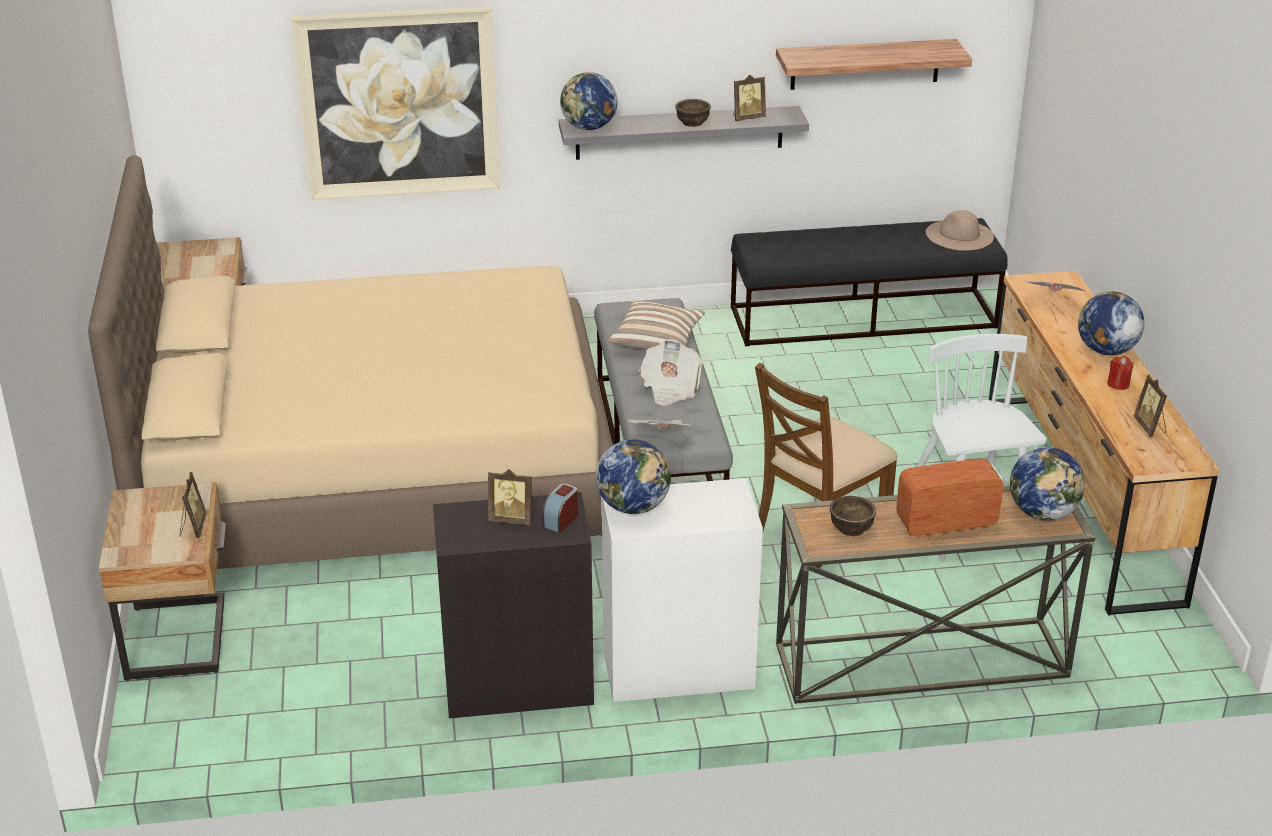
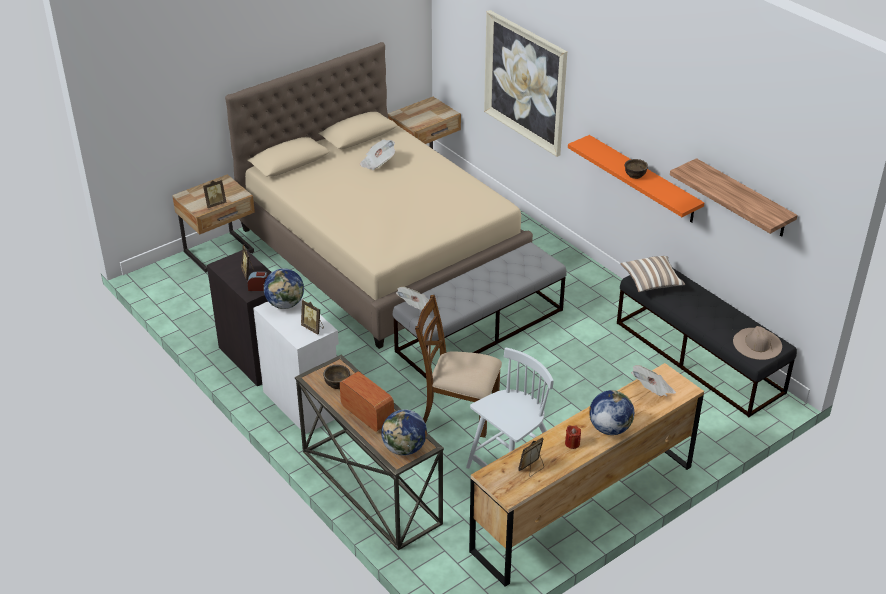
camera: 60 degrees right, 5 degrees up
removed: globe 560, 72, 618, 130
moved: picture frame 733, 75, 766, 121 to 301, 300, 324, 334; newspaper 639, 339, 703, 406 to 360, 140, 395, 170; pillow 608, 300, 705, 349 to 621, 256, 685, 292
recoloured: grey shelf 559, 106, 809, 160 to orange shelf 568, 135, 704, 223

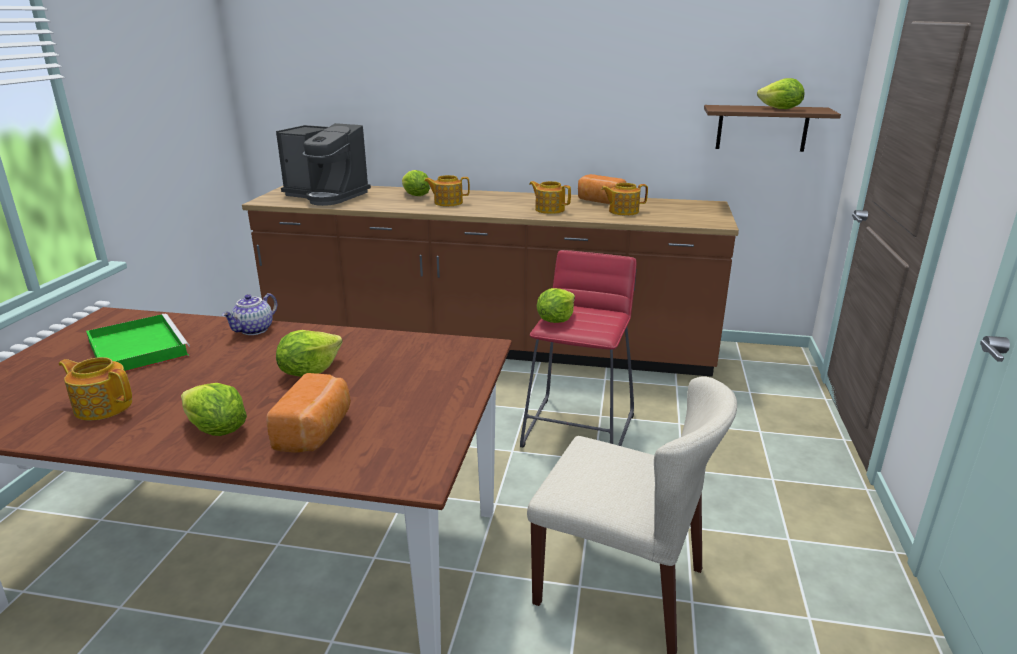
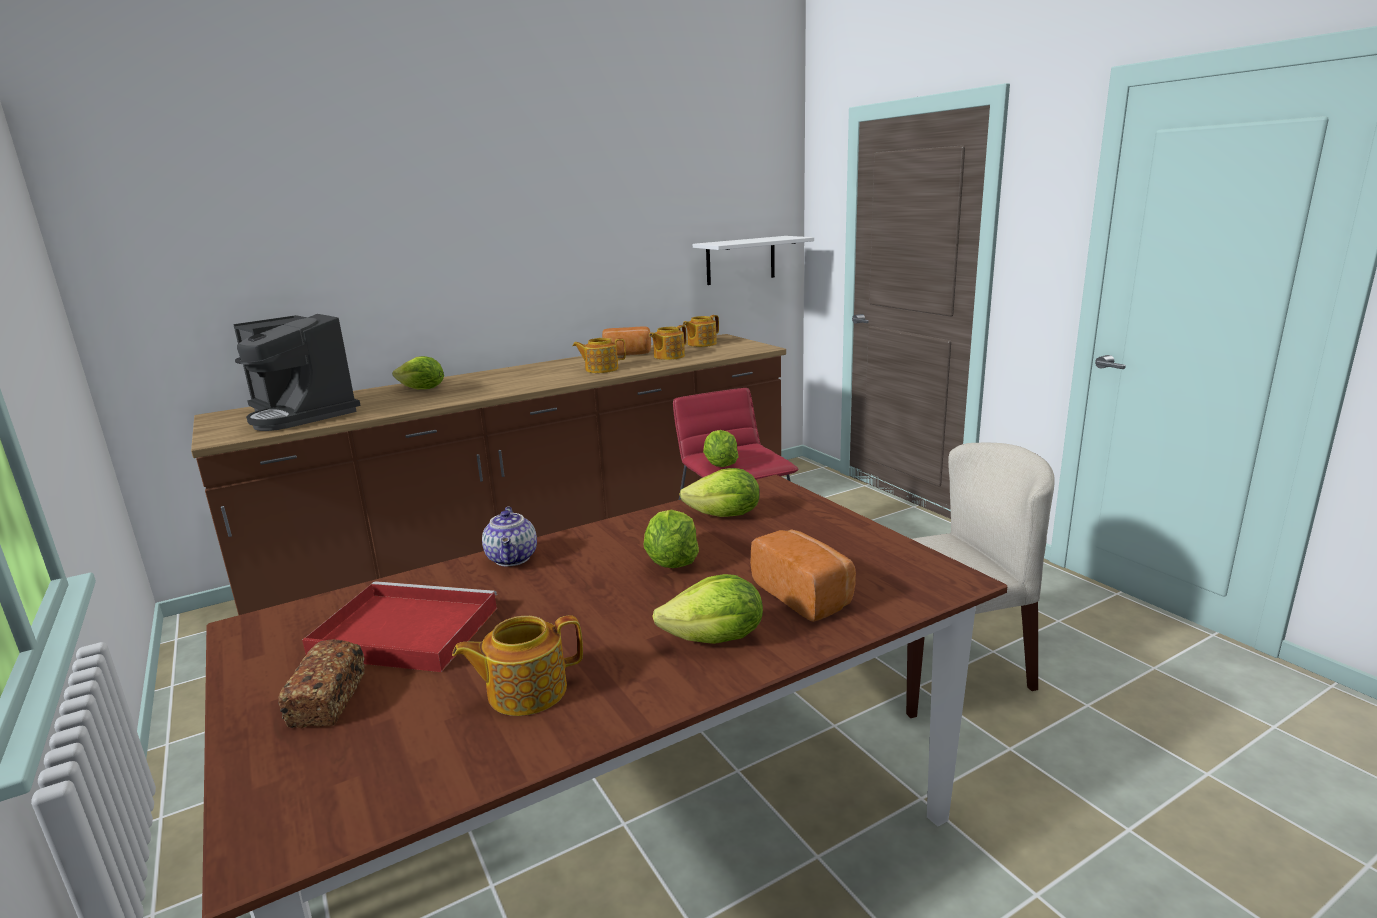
camera: 40 degrees left, 5 degrees down
added: bread 278, 639, 365, 728
moved: lettuce 757, 78, 804, 109 to 679, 468, 760, 517; teapot 424, 175, 470, 206 to 683, 315, 719, 347
recoloured: green tray 86, 314, 190, 372 to red tray 302, 581, 497, 672; brown shelf 704, 105, 841, 152 to white shelf 693, 236, 814, 285
turned: coffee machine 276, 123, 371, 206 = 233, 314, 361, 431 60 degrees clockwise

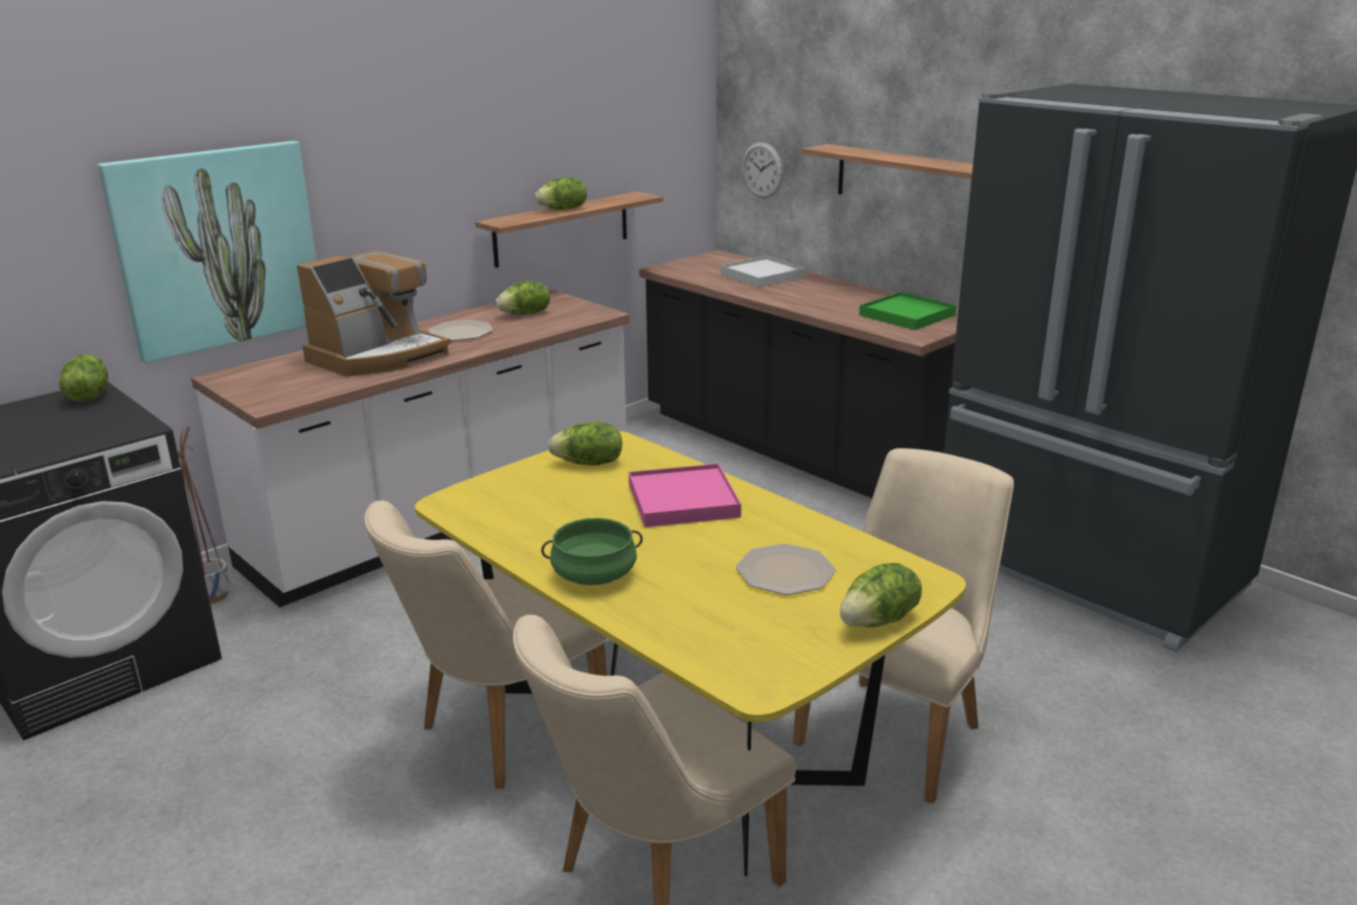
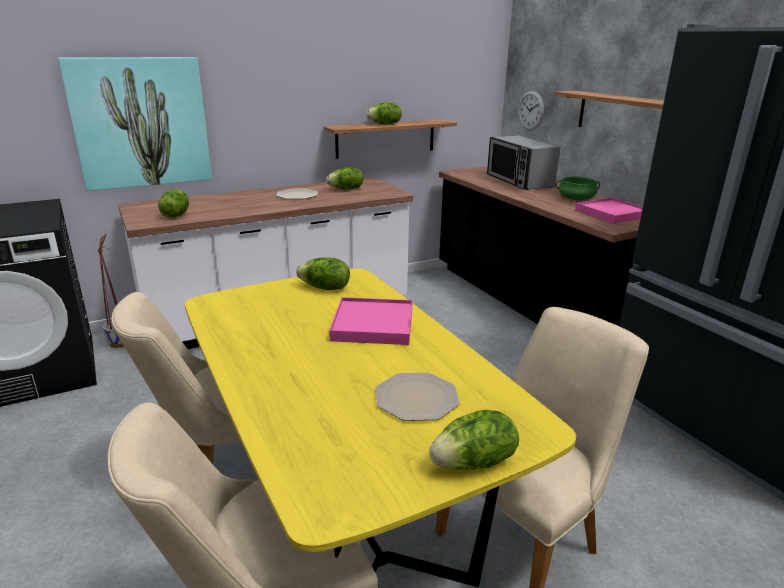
camera: 15 degrees right, 0 degrees up
removed: coffee machine 297, 250, 451, 376
moved: lettuce 59, 355, 108, 402 to 158, 190, 189, 217; green cooking pot 541, 518, 643, 585 to 556, 177, 600, 200
replaced: white tray 721, 256, 806, 287 to microwave 487, 135, 560, 190
recoloured: green tray 859, 292, 957, 330 to pink tray 575, 197, 643, 224

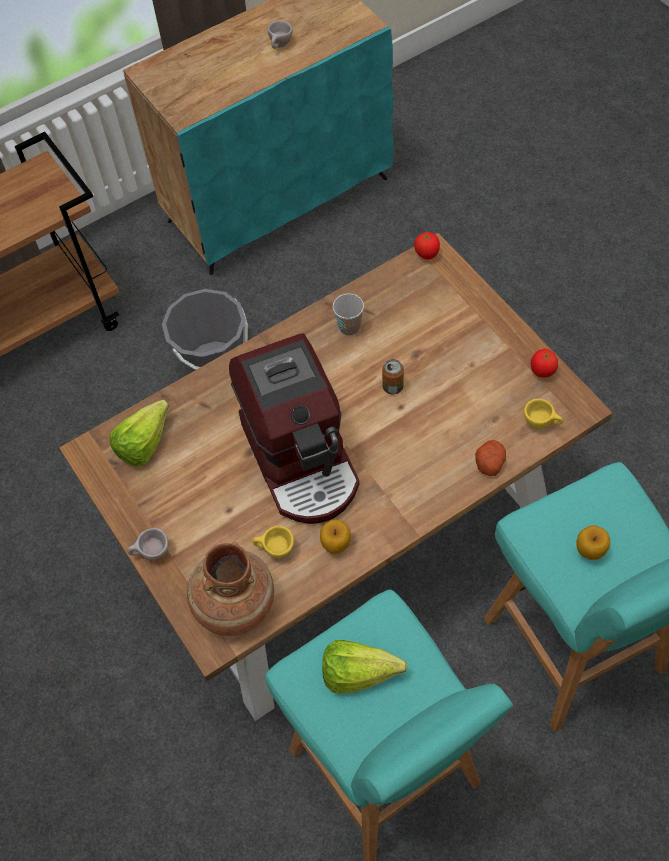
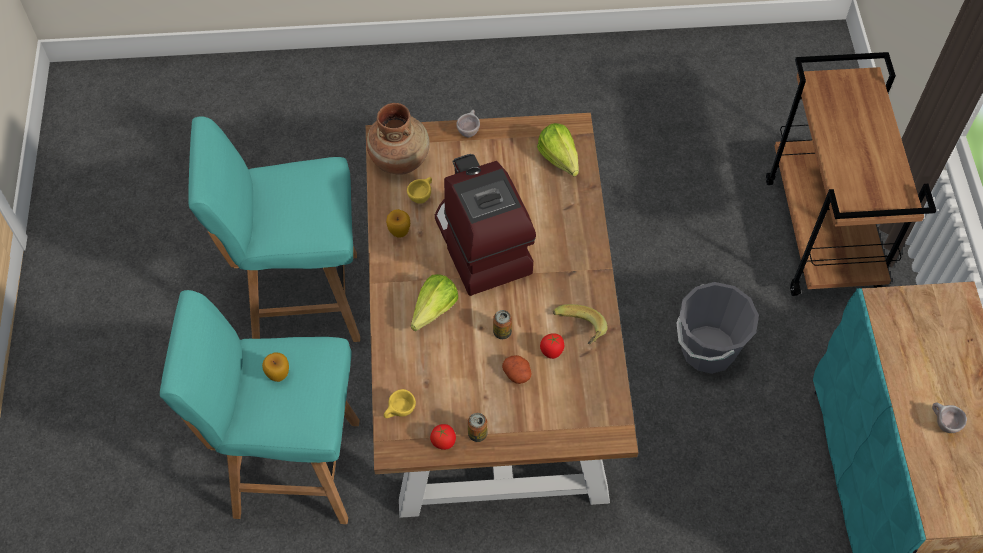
camera: 115 degrees right, 0 degrees up
added: can 467, 413, 488, 442
moved: lettuce 322, 640, 407, 694 to 411, 274, 458, 331; potato 475, 440, 506, 476 to 502, 355, 532, 384; tomato 414, 231, 440, 260 to 540, 333, 564, 359
replaced: cup 333, 293, 364, 336 to banana 553, 304, 608, 344
turned: coffee machine 229, 333, 359, 524 = 435, 154, 536, 296 60 degrees clockwise

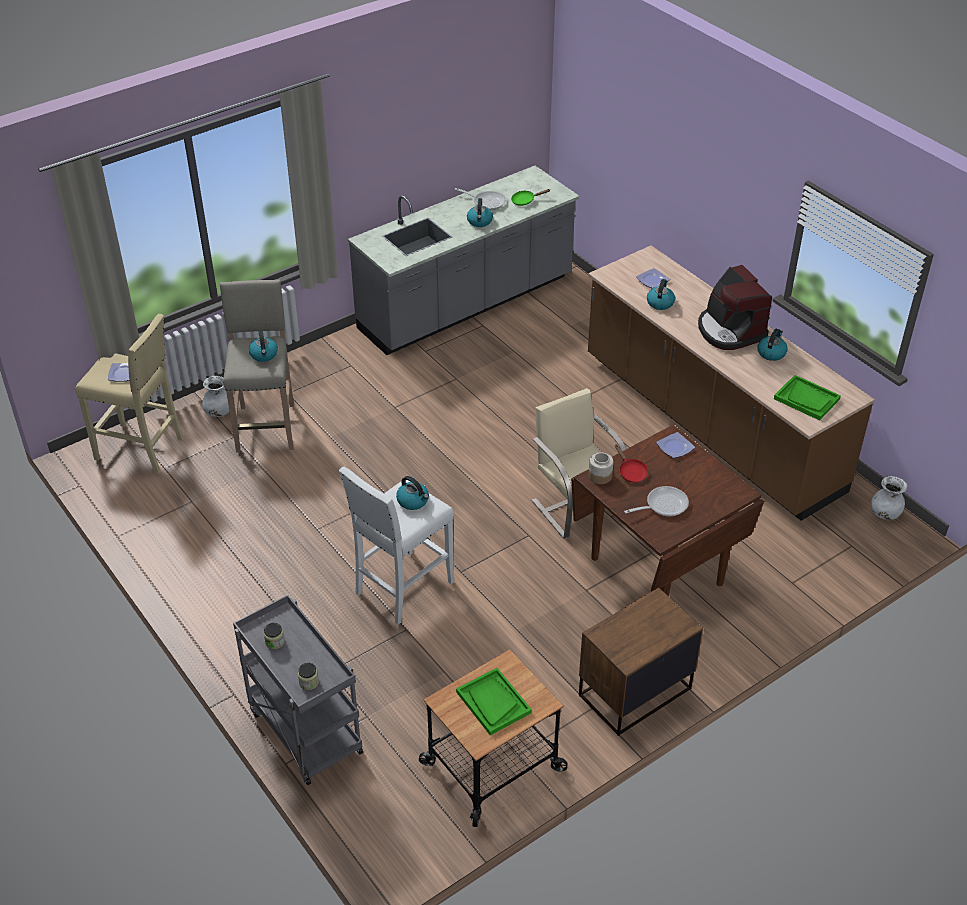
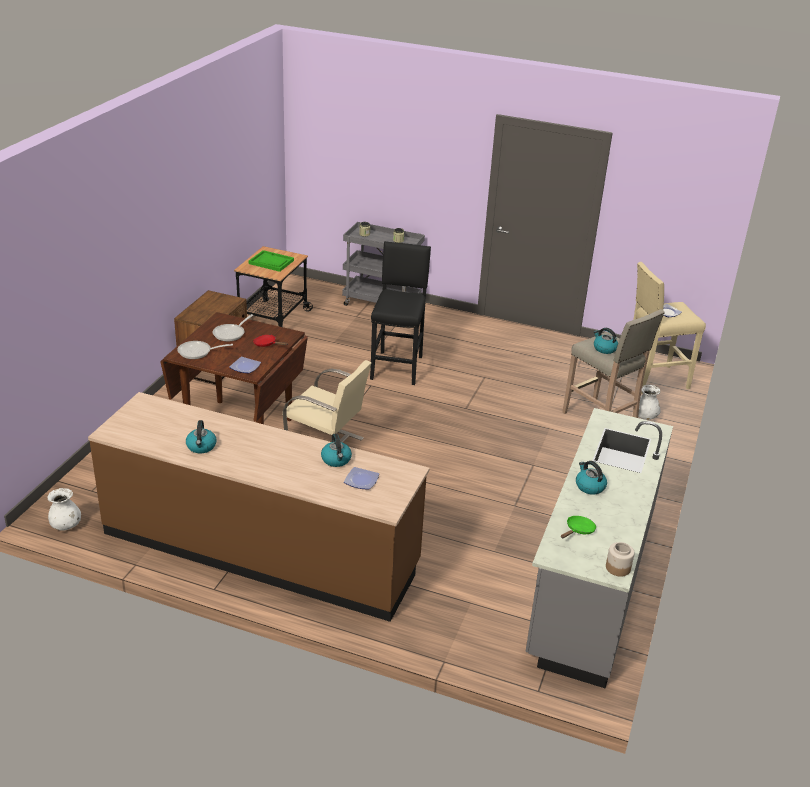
camera: 145 degrees right, 10 degrees down
removed: kettle 396, 476, 429, 510; coffee machine 698, 265, 772, 350; green tray 774, 375, 841, 420
moved: frying pan 455, 188, 506, 210 to 177, 341, 233, 359; jar 589, 452, 613, 484 to 606, 542, 635, 577
recoloured: white stool 339, 467, 454, 625 to black stool 370, 241, 431, 385

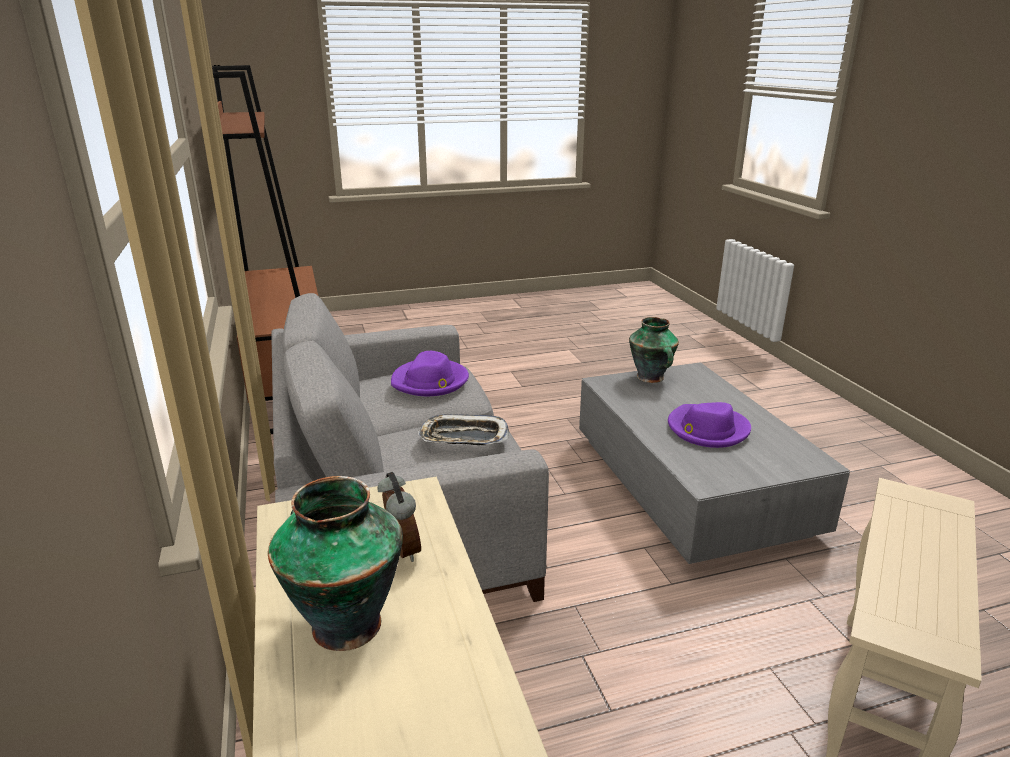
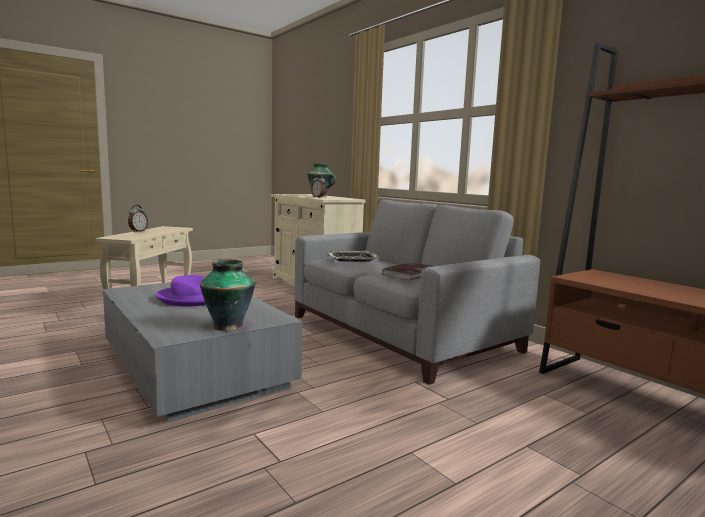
camera: 160 degrees right, 15 degrees down
added: alarm clock 128, 205, 148, 232
replaced: purple hat 391, 351, 469, 396 to book 382, 262, 433, 281

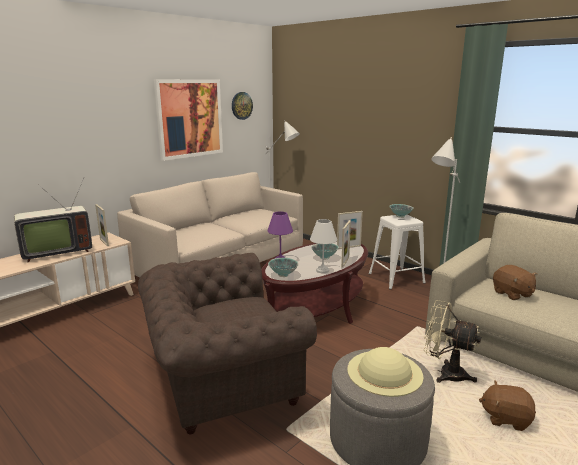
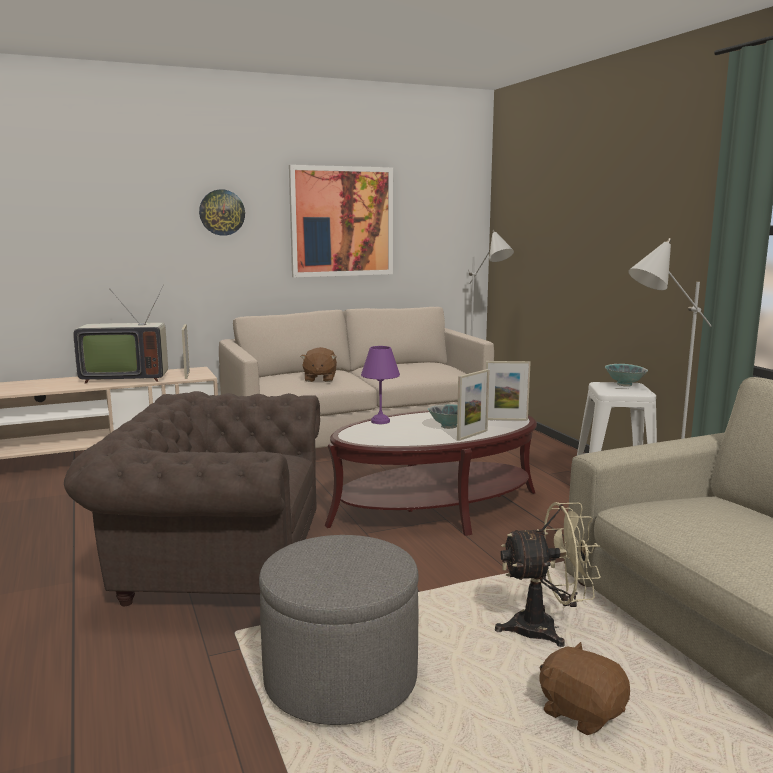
camera: 25 degrees right, 5 degrees down
removed: bowl 268, 258, 299, 277; white table lamp 310, 219, 337, 273; beige hat 347, 347, 424, 397
moved: wall clock 232, 92, 253, 120 to 199, 189, 245, 236; brown plush toy 493, 265, 538, 300 to 300, 347, 337, 382
turned: beige fan 424, 300, 481, 383 = 495, 502, 601, 647 120 degrees clockwise

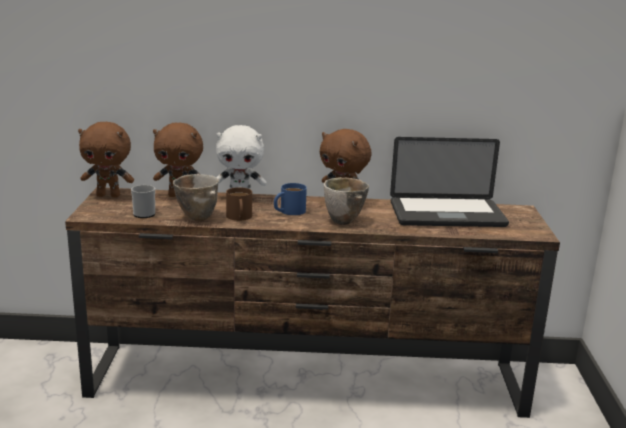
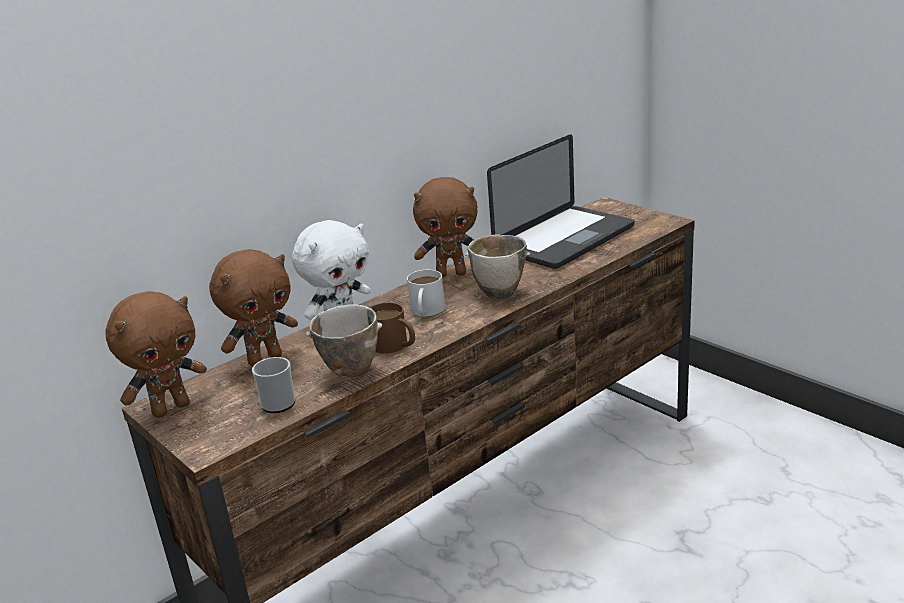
camera: 40 degrees left, 5 degrees up
recoloured: blue mug 274, 183, 307, 215 to white mug 407, 270, 445, 316

